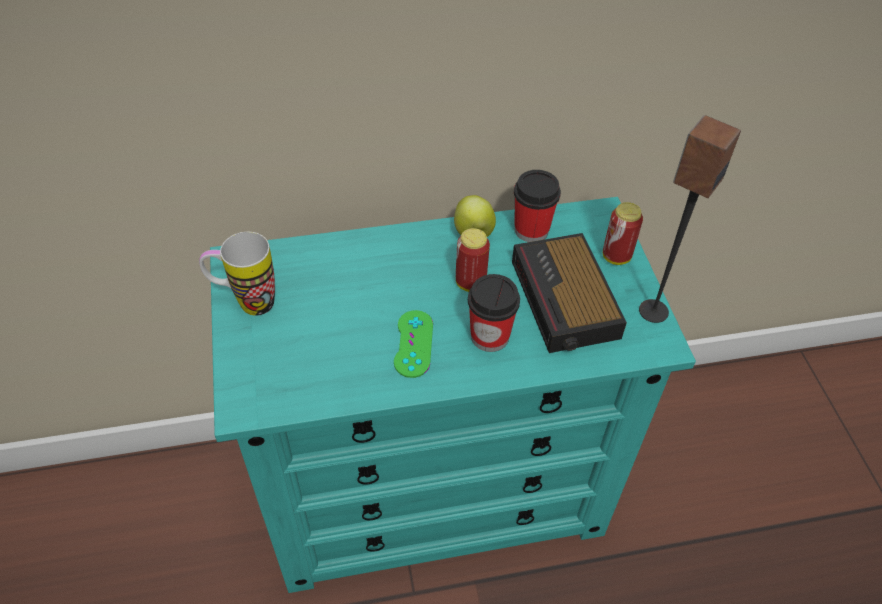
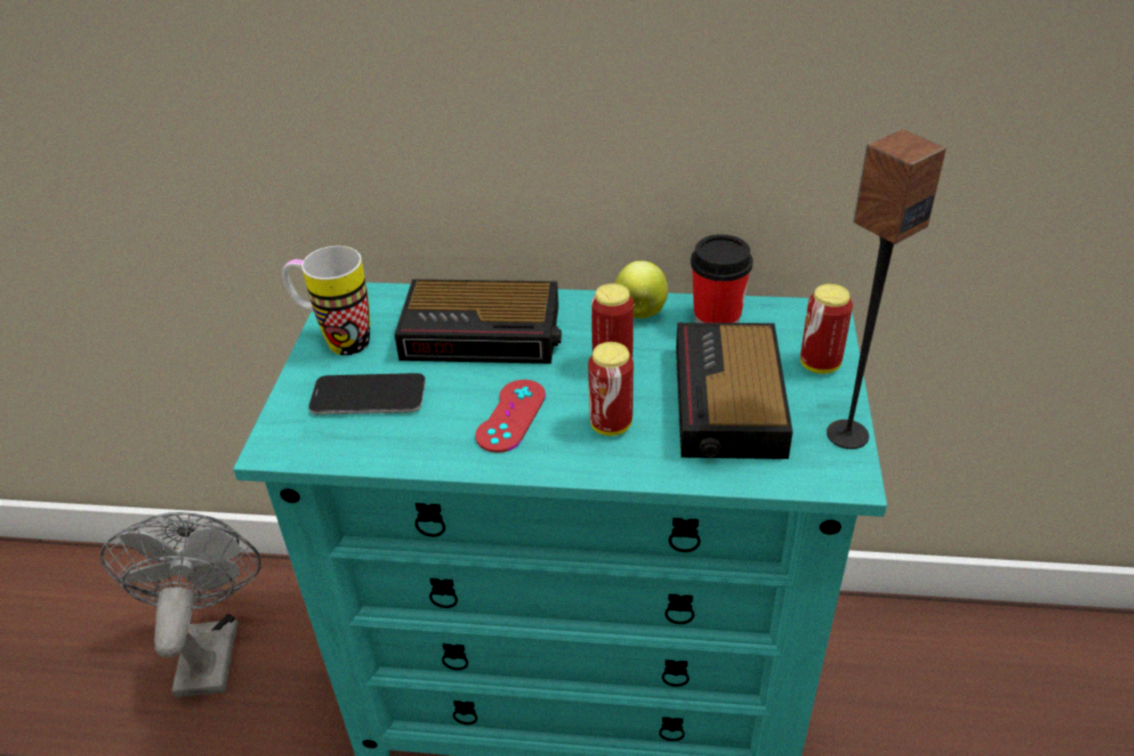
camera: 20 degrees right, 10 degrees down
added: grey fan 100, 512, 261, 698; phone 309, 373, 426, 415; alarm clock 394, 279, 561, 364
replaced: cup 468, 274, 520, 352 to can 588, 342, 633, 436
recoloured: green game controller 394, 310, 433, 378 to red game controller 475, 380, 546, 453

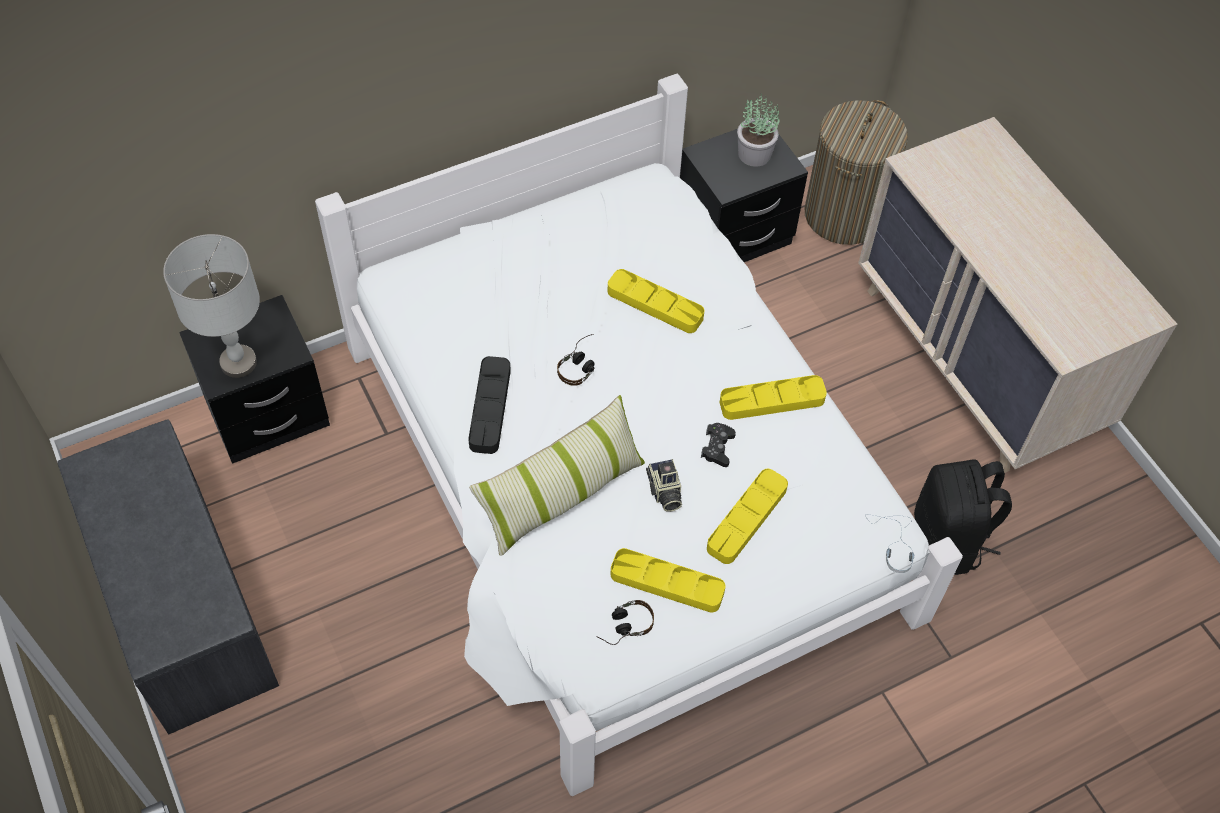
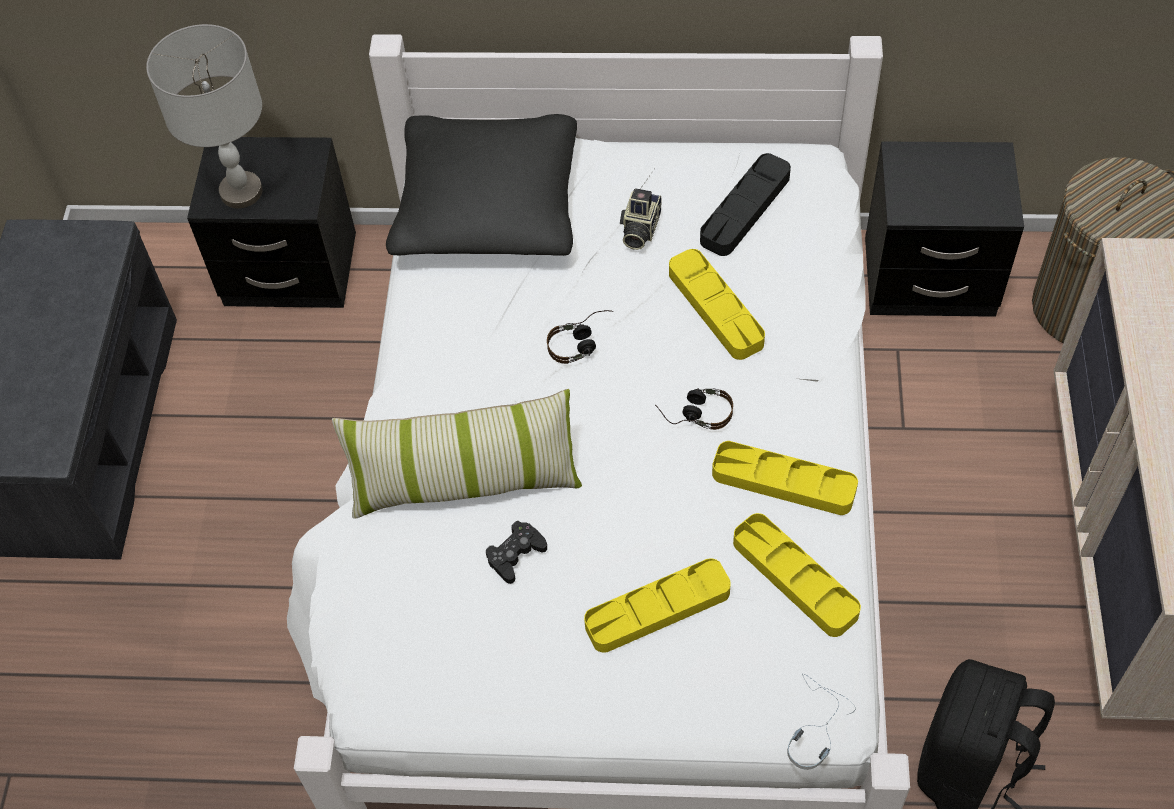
camera: 35 degrees right, 0 degrees up
removed: potted plant 737, 94, 779, 167
added: black pillow 386, 114, 577, 256
moved: black game controller 701, 423, 736, 467 to 486, 521, 547, 584; photo camera 646, 459, 682, 512 to 620, 188, 661, 250; headphones 596, 600, 654, 645 to 655, 388, 733, 430; black tray 468, 356, 511, 454 to 700, 153, 791, 256; yellow tray 610, 548, 726, 613 to 733, 513, 861, 637

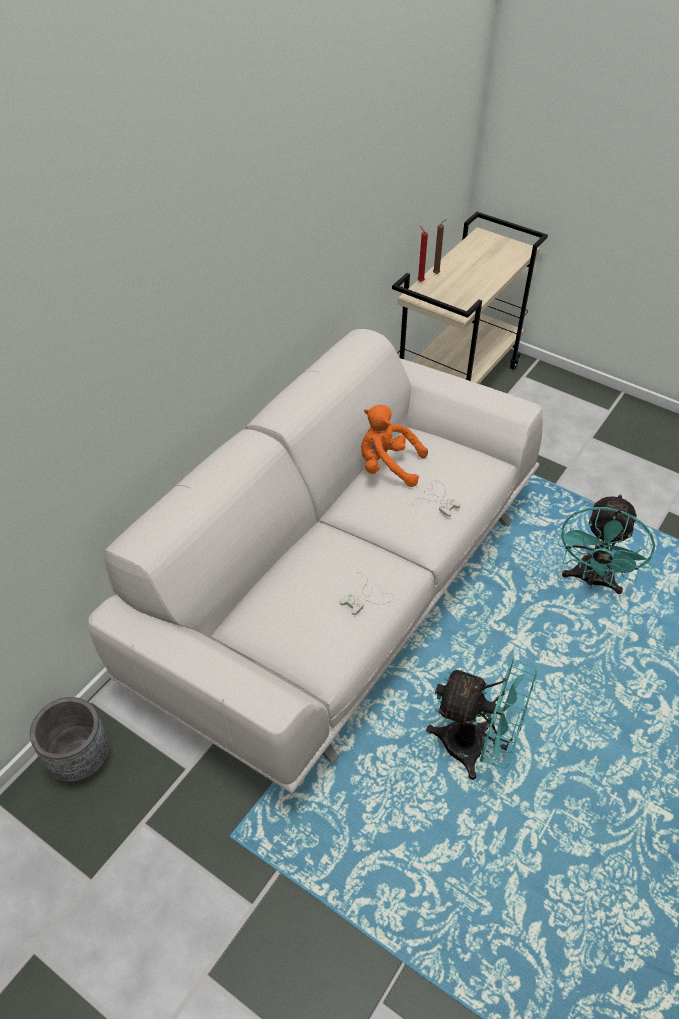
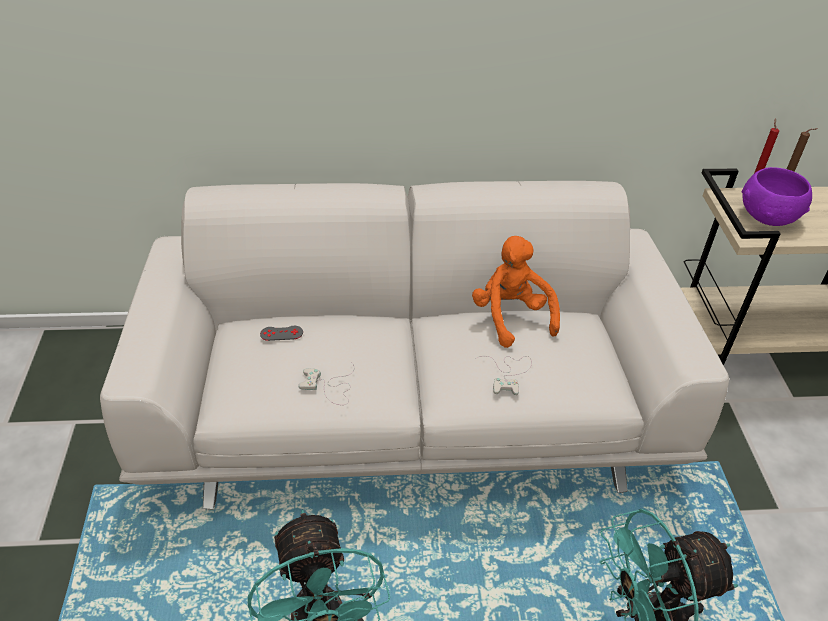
camera: 50 degrees right, 5 degrees down
removed: grey planter 30, 697, 109, 782
added: grey game controller 260, 326, 303, 341; purple bowl 742, 167, 812, 226

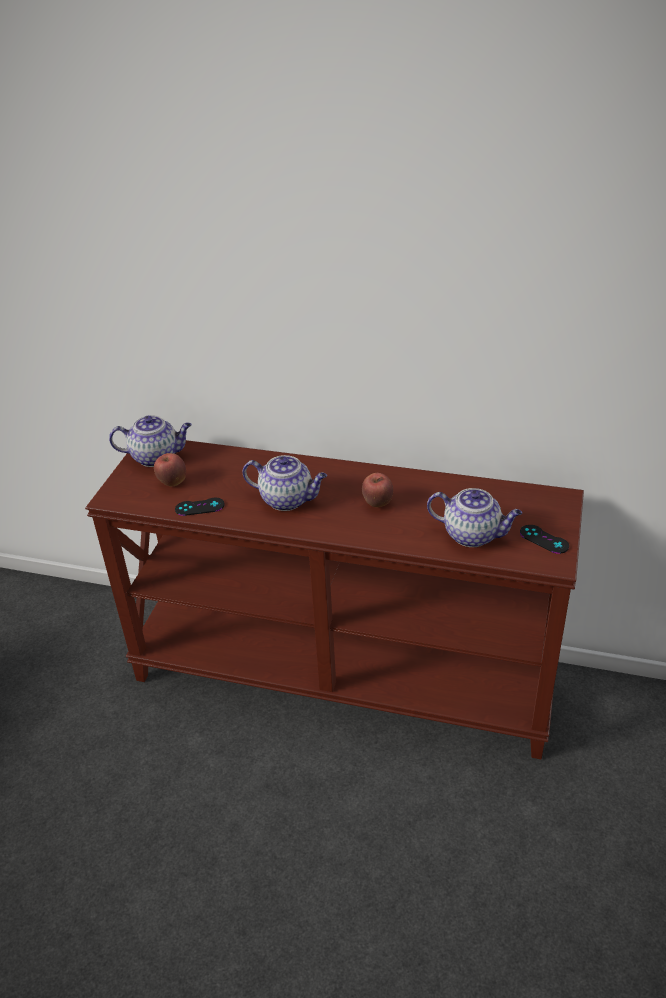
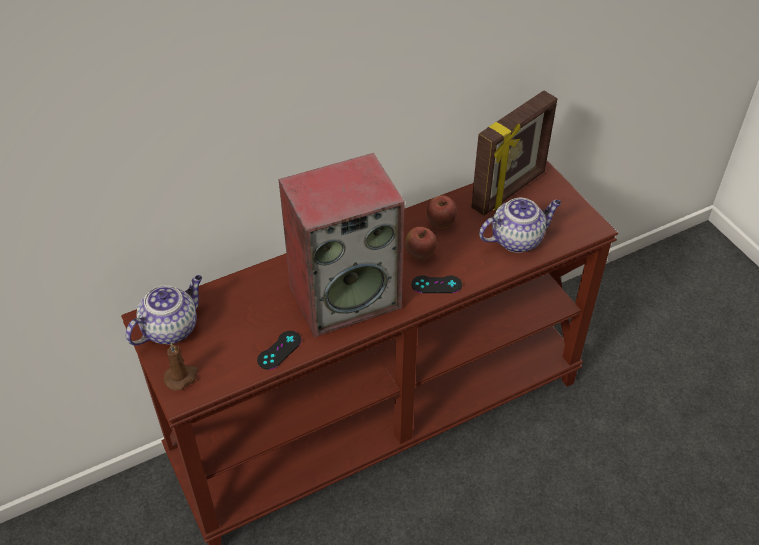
camera: 45 degrees left, 10 degrees up
added: brown candle 164, 342, 199, 390; picture frame 471, 90, 558, 216
moved: black game controller 520, 525, 569, 554 to 411, 275, 462, 293; apple 154, 453, 186, 486 to 427, 195, 457, 228
replaced: teapot 243, 455, 327, 511 to speaker 279, 153, 405, 337

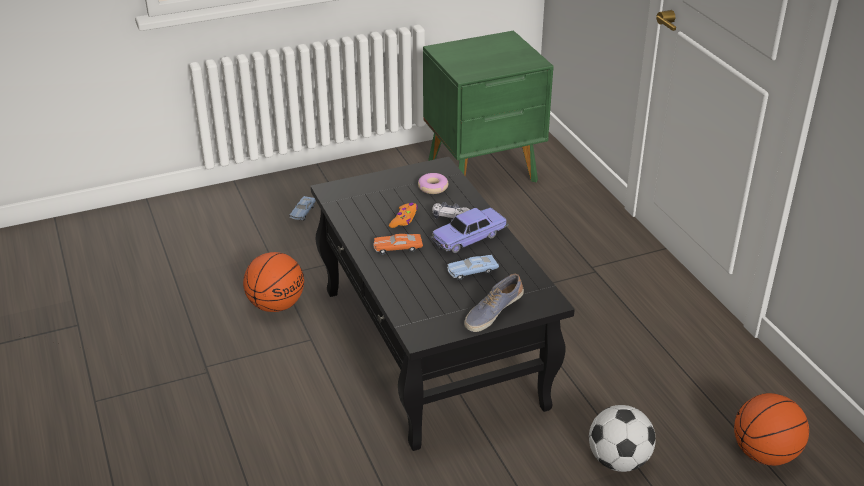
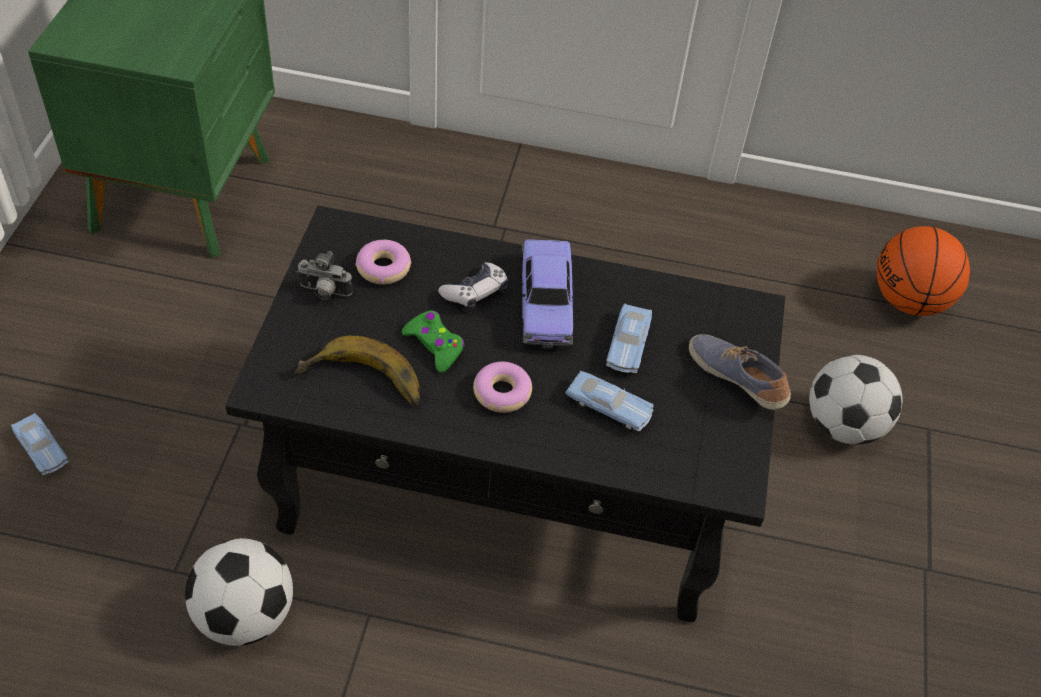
camera: 60 degrees left, 15 degrees up
added: banana 295, 336, 420, 407; photo camera 297, 251, 353, 300; blue toy car 565, 371, 654, 431
replaced: basketball 243, 252, 304, 312 to football 185, 538, 293, 646; orange toy car 373, 234, 423, 254 to donut 473, 362, 532, 413
recoloured: orange game controller 389, 203, 418, 228 to green game controller 402, 311, 465, 373
turned: shoe 464, 274, 524, 332 = 689, 334, 791, 410 150 degrees clockwise

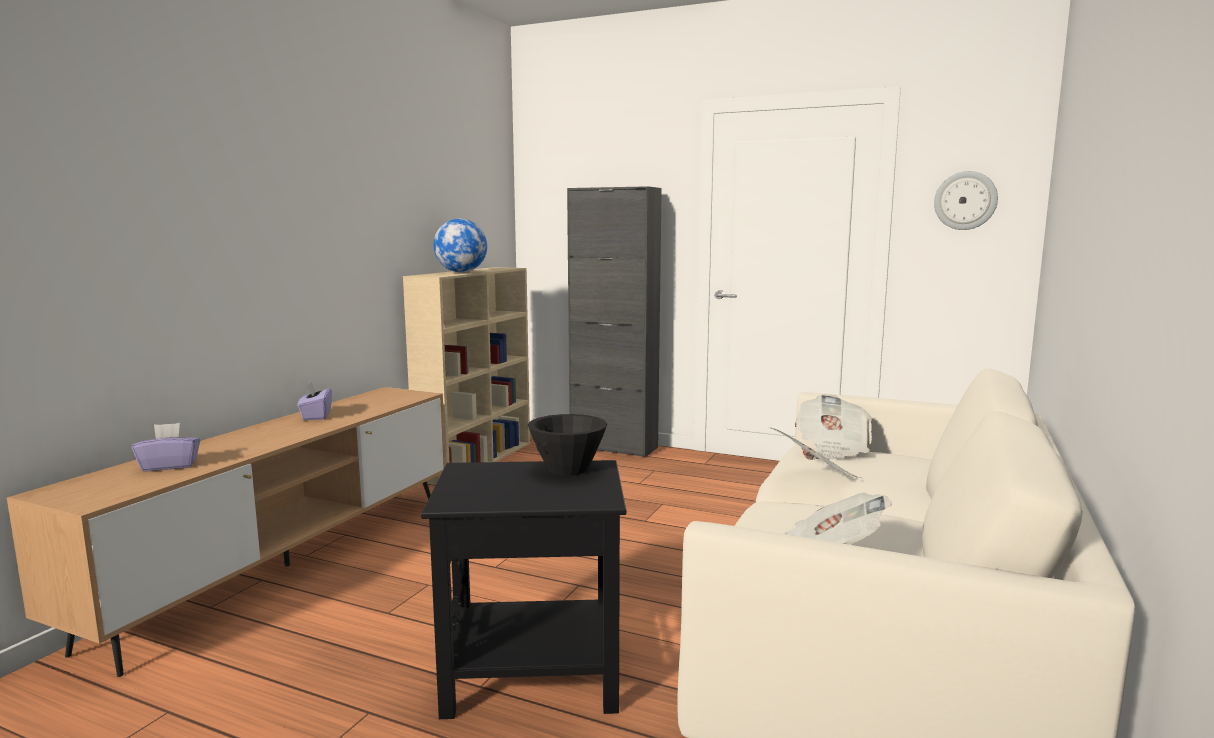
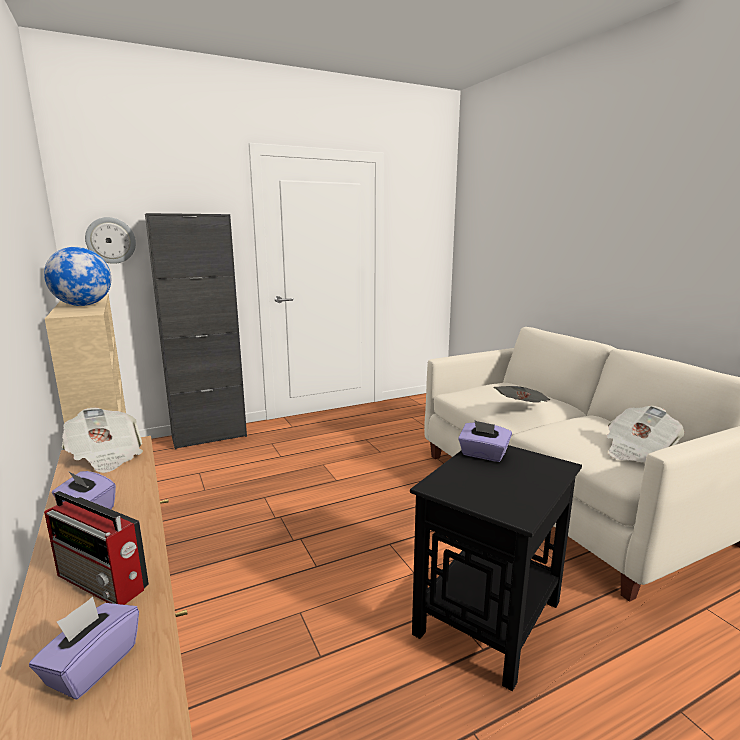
camera: 50 degrees left, 5 degrees up
added: radio 44, 491, 149, 605
moved: newspaper 795, 394, 872, 459 to 62, 407, 143, 473; wall clock 934, 171, 998, 230 to 85, 217, 136, 264
replaced: black bowl 528, 414, 607, 476 to purple tissue box 458, 420, 512, 462

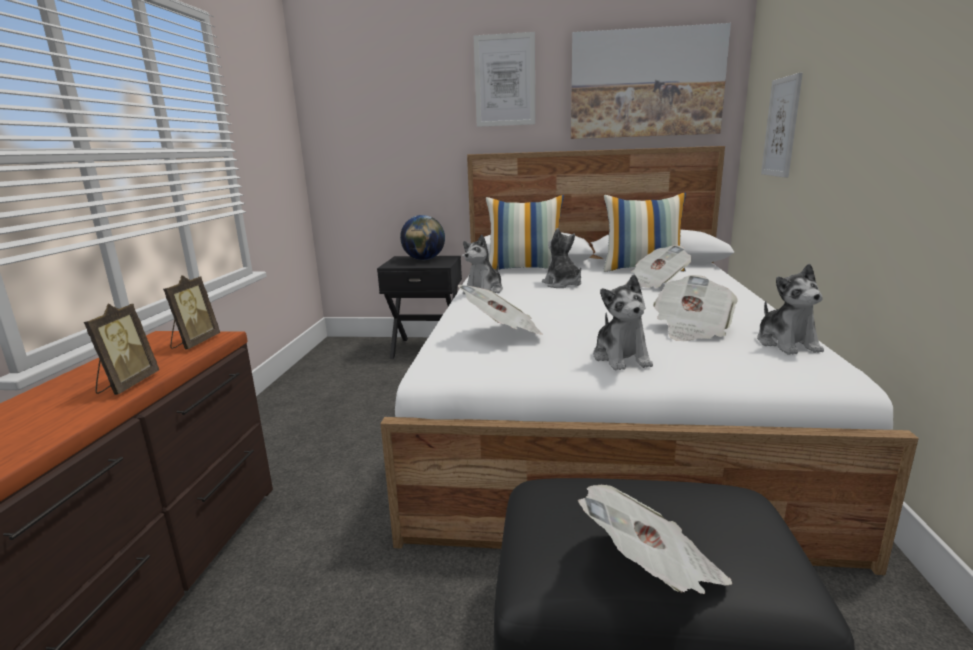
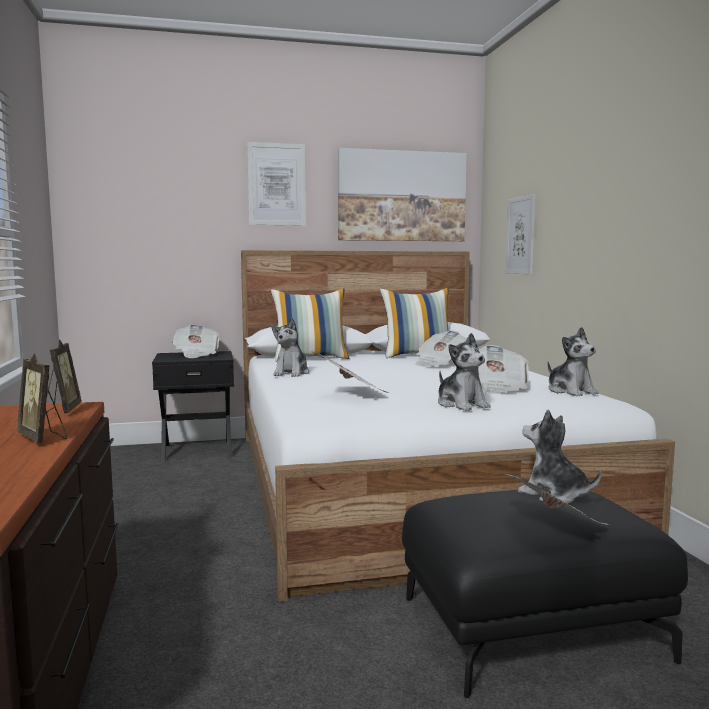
camera: 20 degrees left, 10 degrees down
moved: plush toy 542, 228, 581, 288 to 518, 410, 601, 504
replaced: globe 400, 215, 445, 260 to newspaper 172, 324, 220, 358
turned: picture frame 84, 304, 159, 395 = 17, 353, 67, 443 150 degrees clockwise

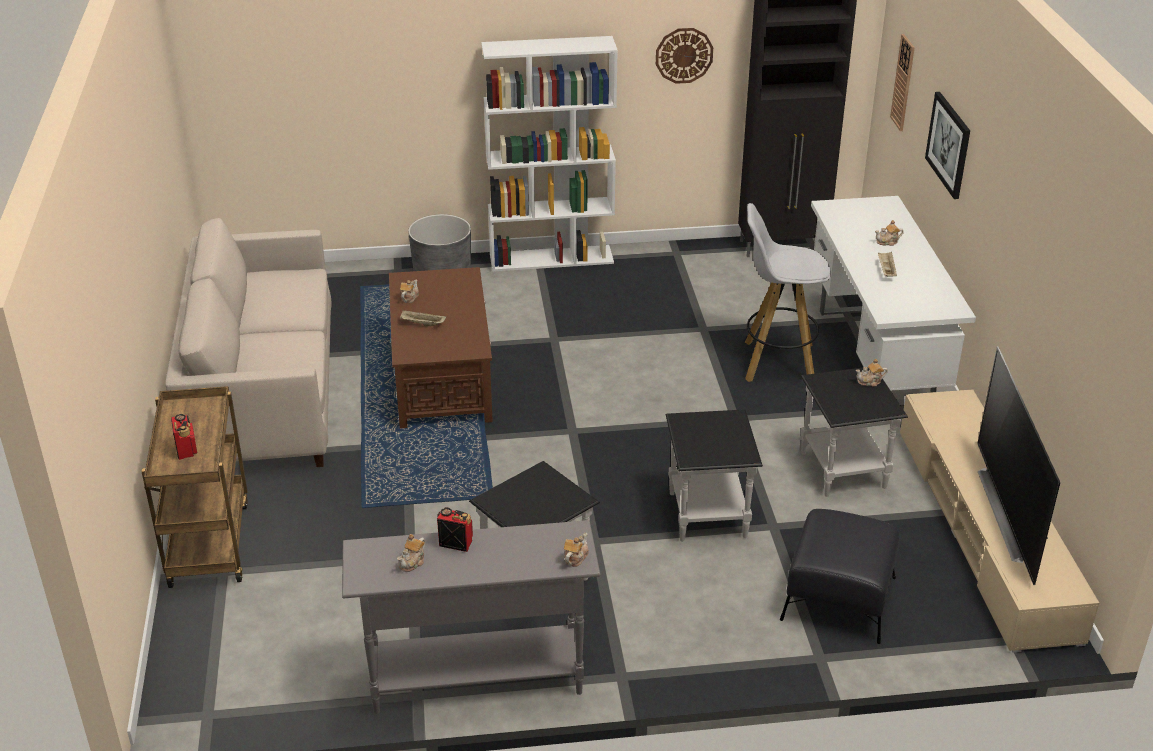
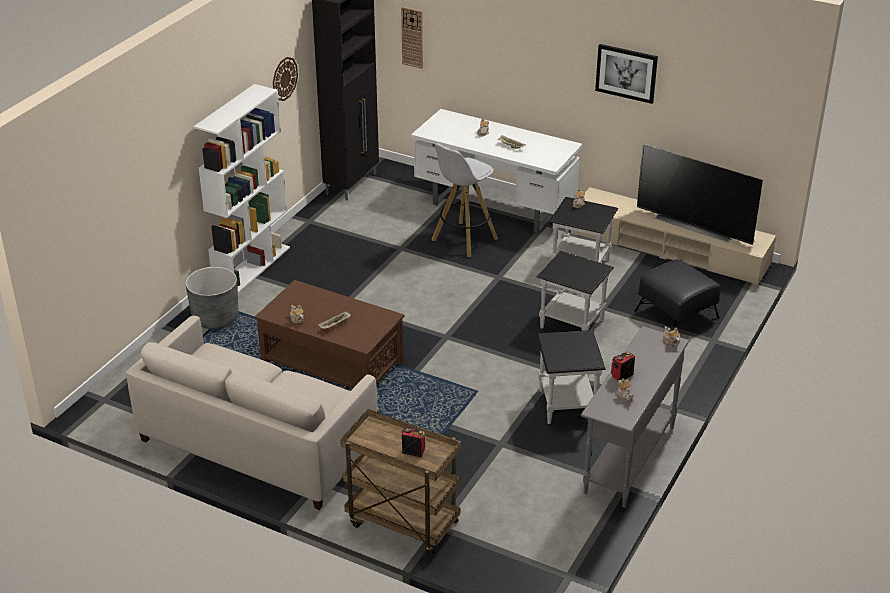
camera: 55 degrees left, 0 degrees up
moved: picture 925, 92, 970, 199 to 595, 44, 658, 104

